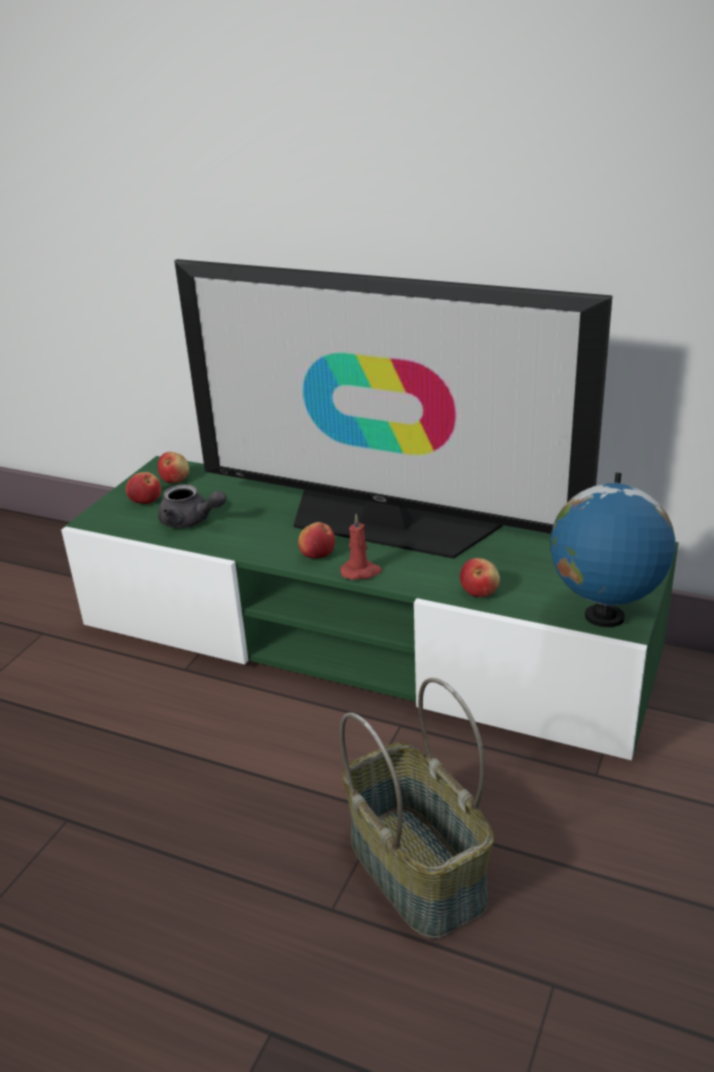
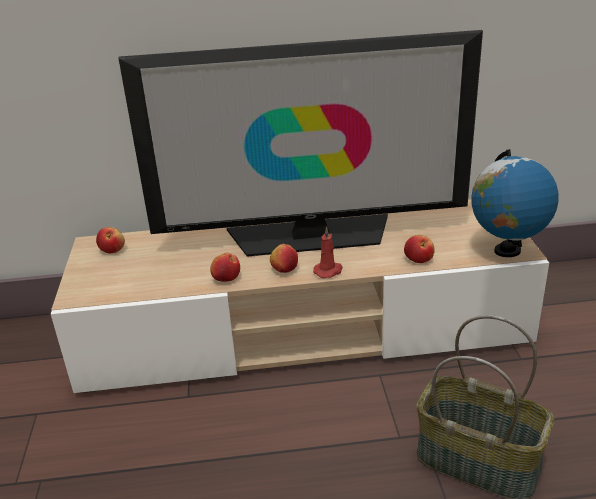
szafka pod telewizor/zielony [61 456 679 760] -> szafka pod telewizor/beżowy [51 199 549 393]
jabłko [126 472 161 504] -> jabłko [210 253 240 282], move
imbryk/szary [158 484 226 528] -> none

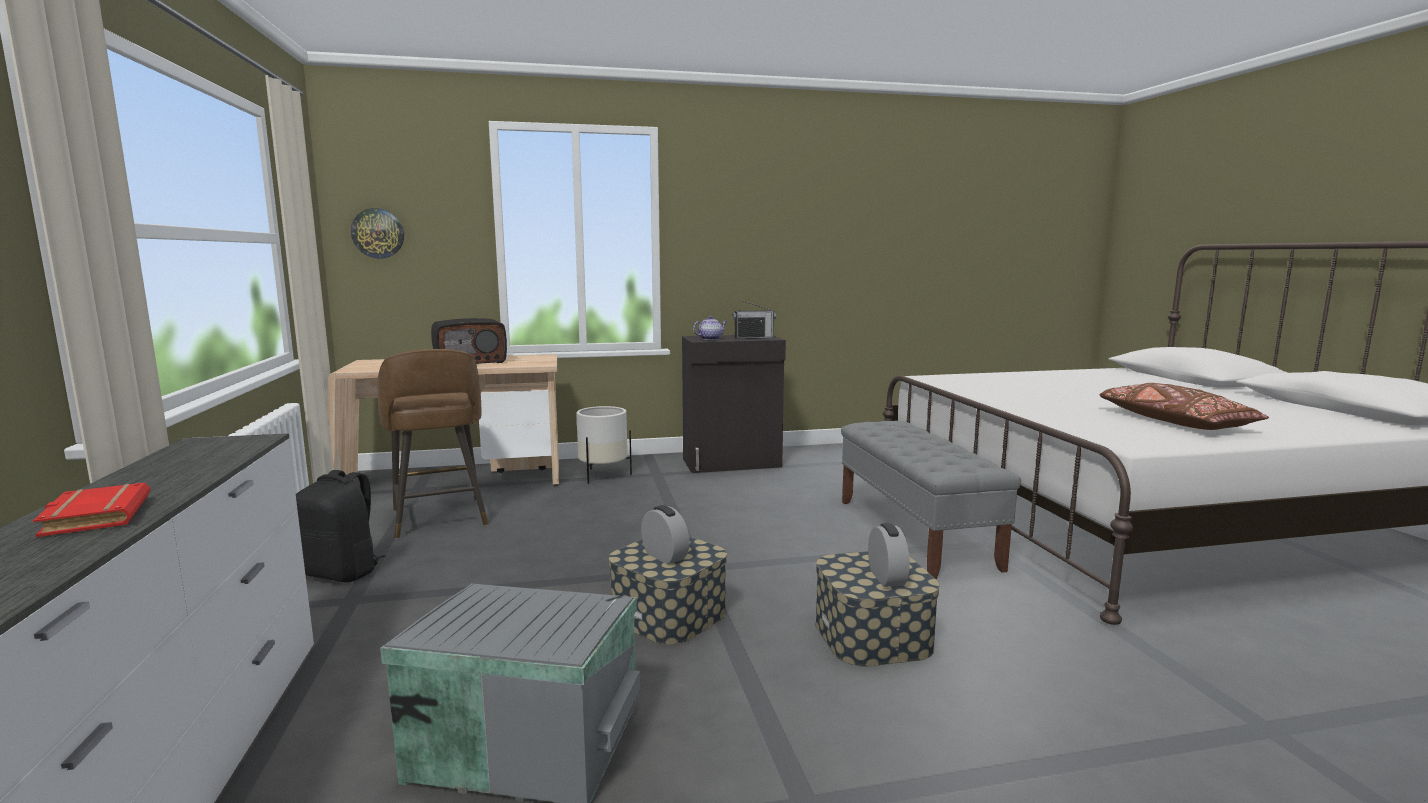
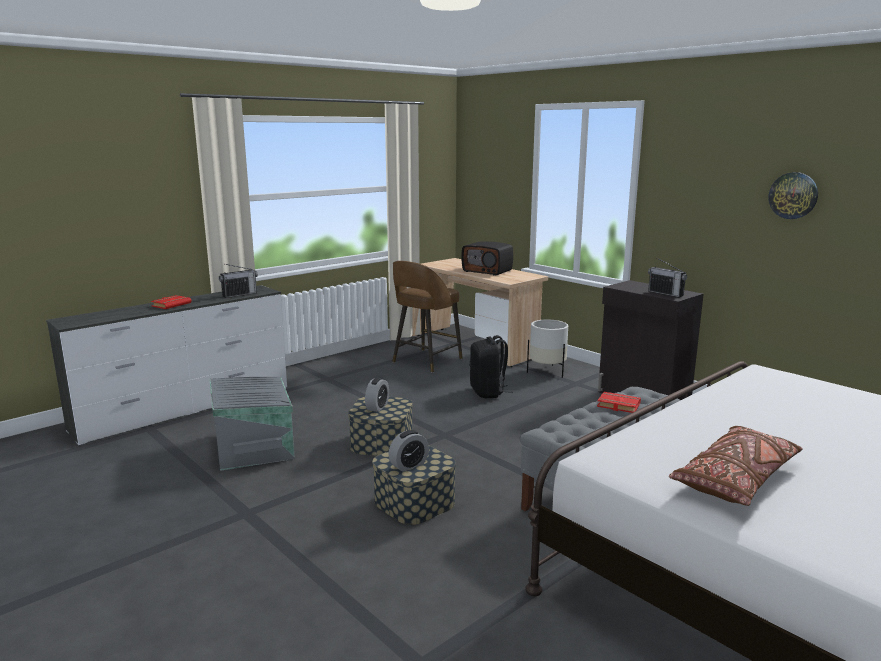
zegar ścienny [351 208 404 258] -> zegar ścienny [768 172 818 219], move
imbryk [693 316 727 340] -> none
plecak/czarny [296 470 385 582] -> plecak/czarny [470 335 513 398], move
none -> radio [219 264 258 298]
none -> książka/czerwony [597 392 641 413]

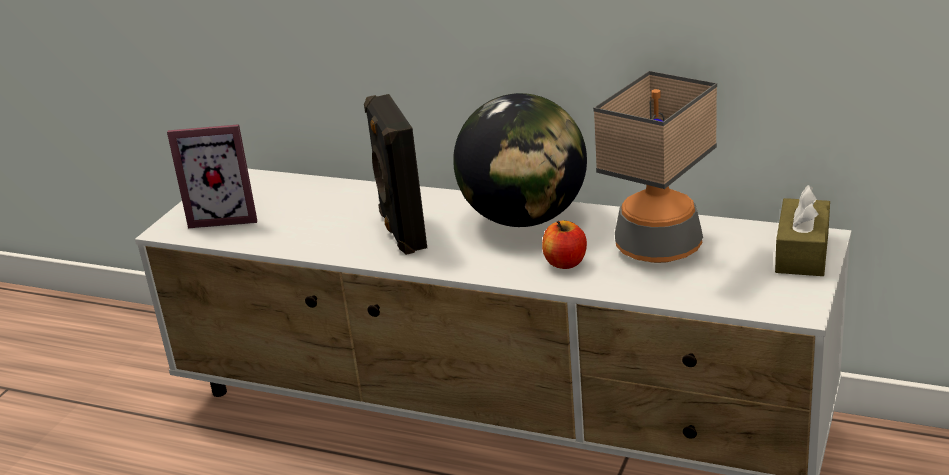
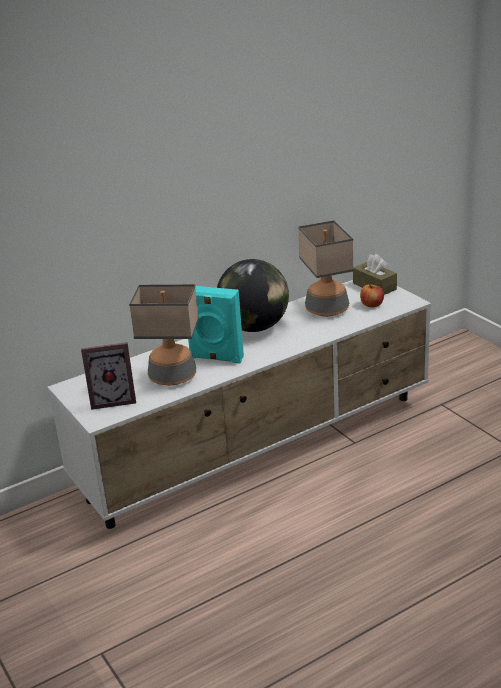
głośnik/czarny [364 94 427 255] -> głośnik/turkusowy [188 286 244 363]
ramka na zdjęcie [167 124 257 228] -> ramka na zdjęcie [81 342 136 410], 45 degrees clockwise
jabłko [542 220 587 269] -> jabłko [360 284 384 307], move
none -> lampa stołowa [129 284 199 386]

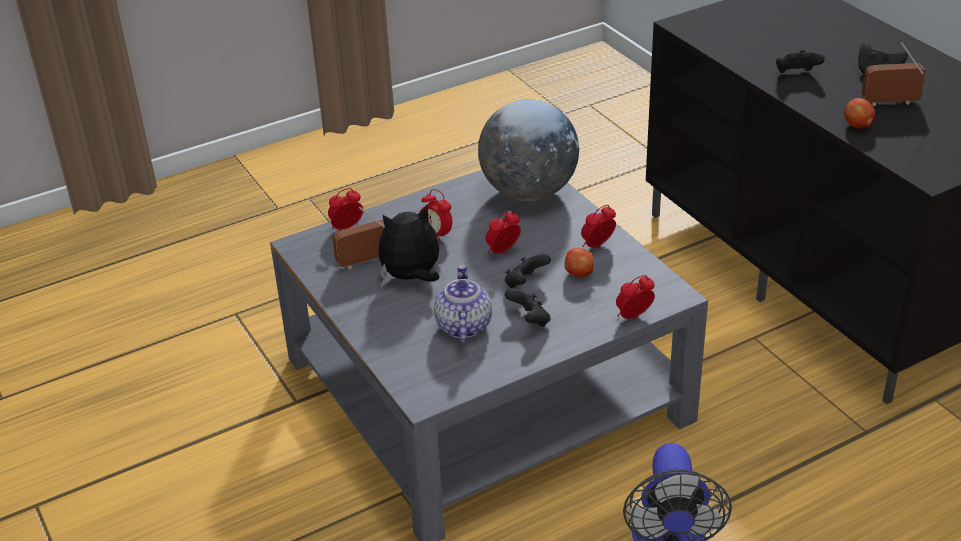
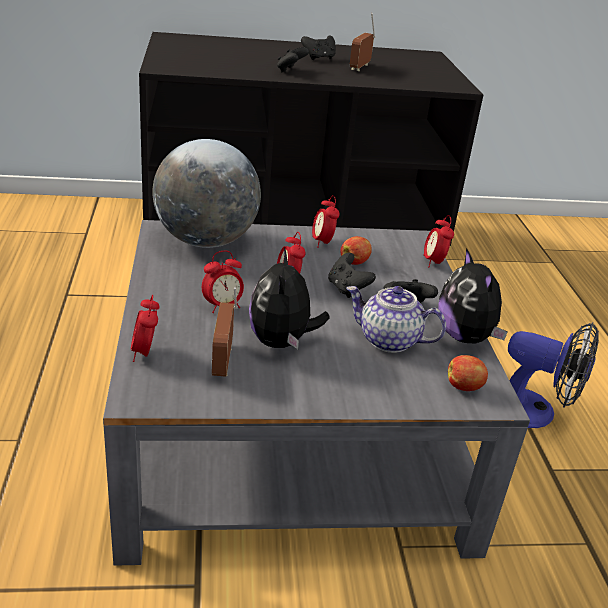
jabłko [844 98 875 129] -> jabłko [448 355 488 391], move
none -> pluszak [439 248 508 343]

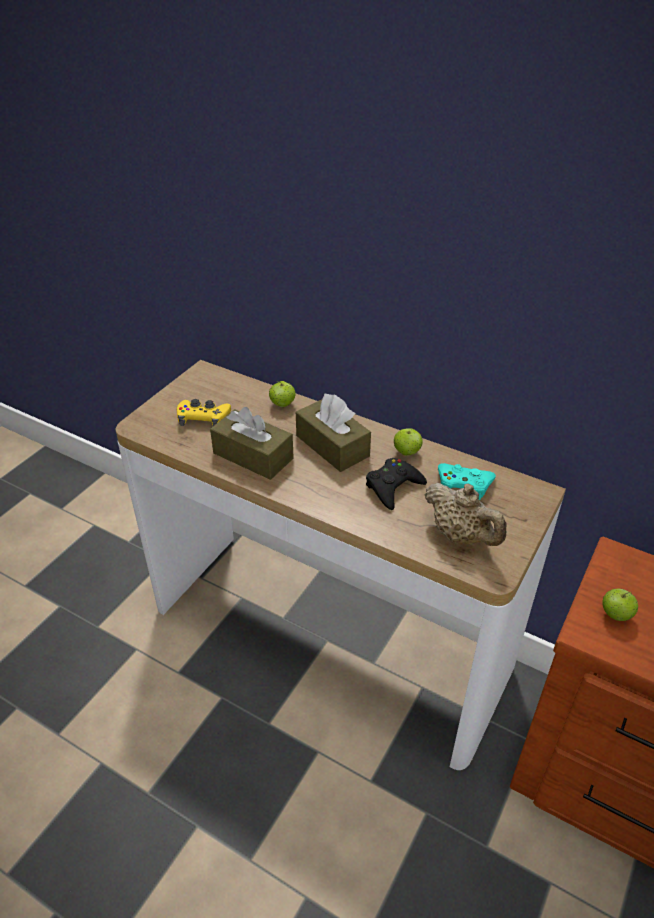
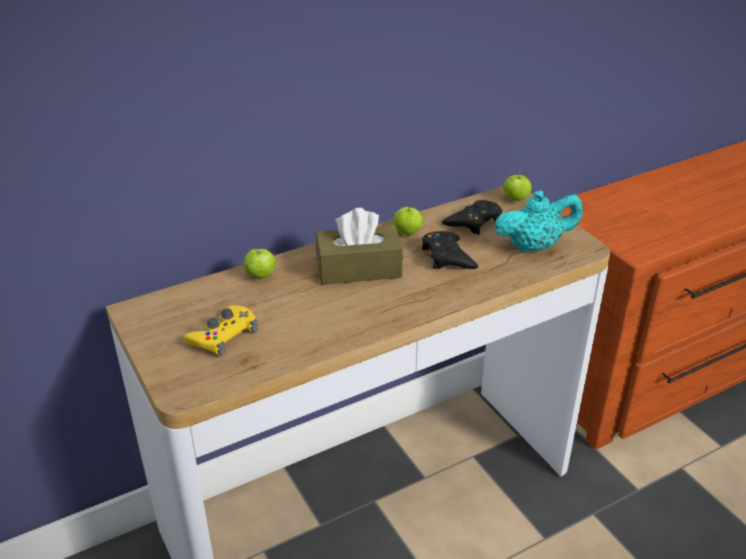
pudełko chusteczek/brązowy [210 407 294 480] -> none
pad do gier/turkusowy [438 463 496 500] -> pad do gier/czarny [442 200 502 235]
imbryk/beżowy [425 483 507 546] -> imbryk/turkusowy [494 190 583 252]
jabłko [603 589 638 621] -> jabłko [503 170 532 202], move

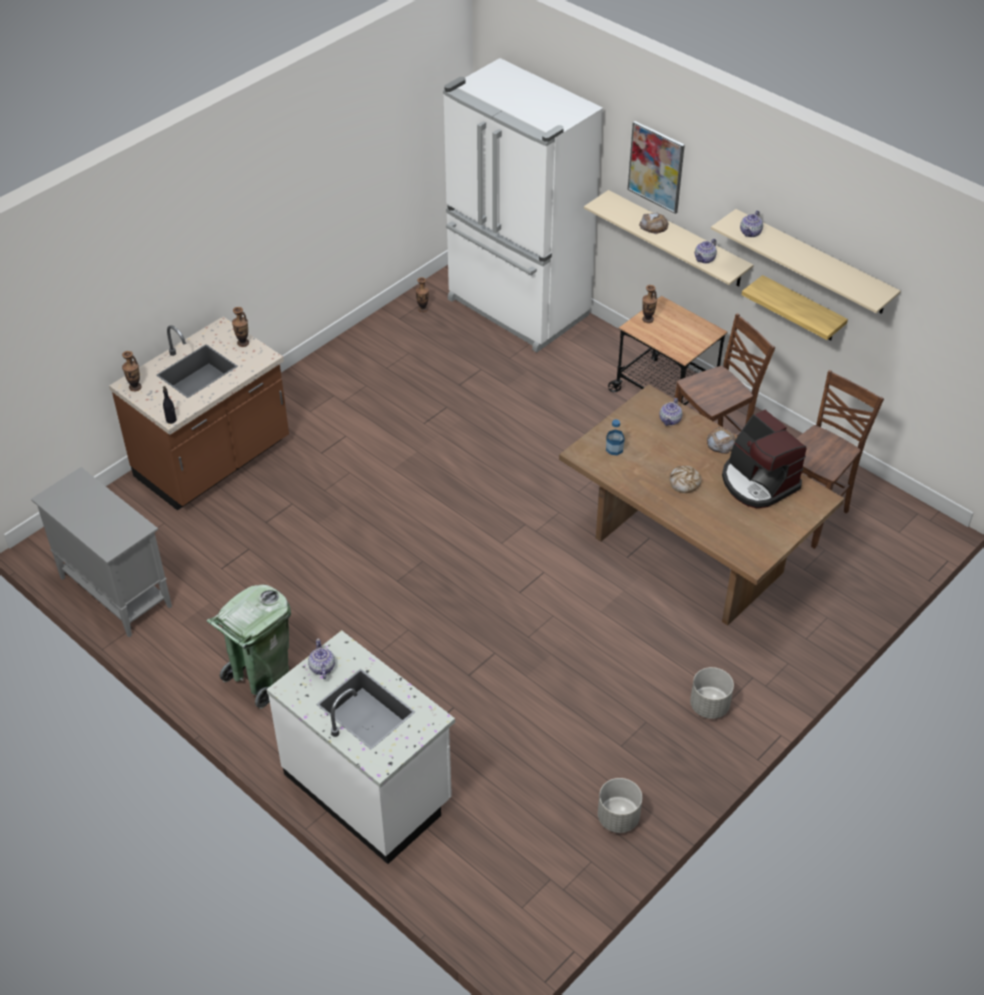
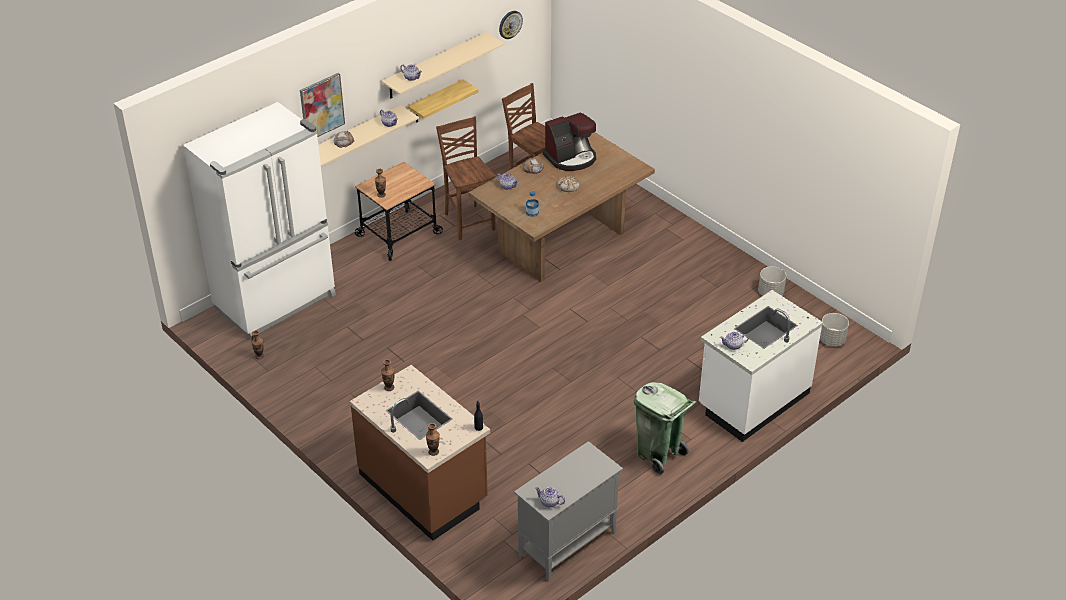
donica/szary [690 667 734 719] -> donica/szary [820 313 849 347], move
none -> zegar ścienny [499 11 523 39]
none -> imbryk [535 487 565 507]

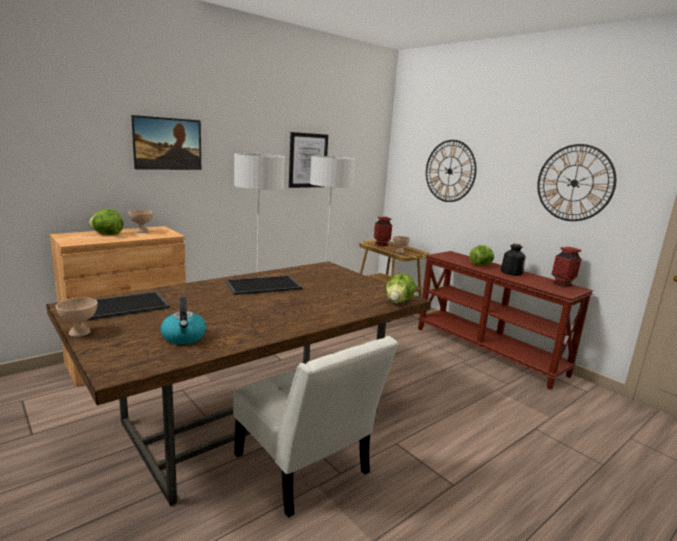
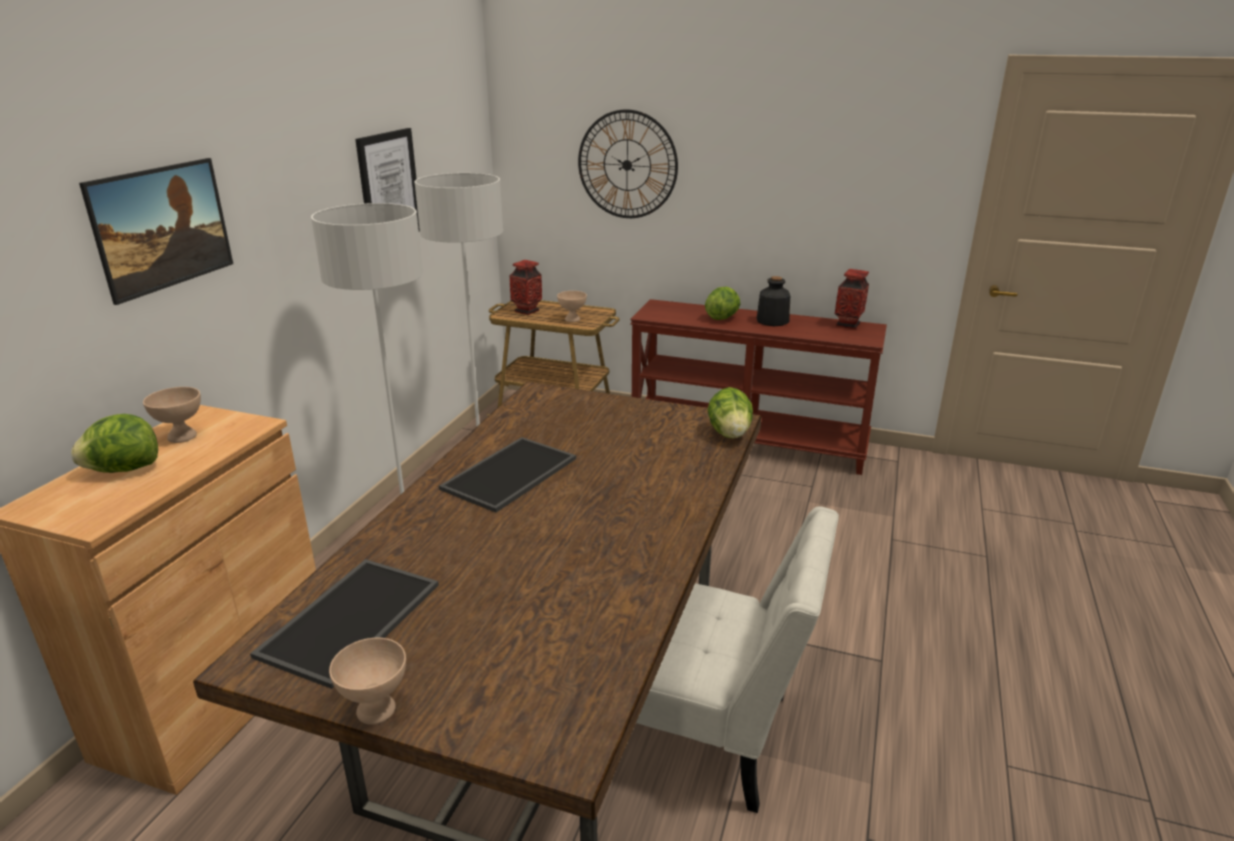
zegar ścienny [537 144 616 221] -> none
czajnik [160 297 206 344] -> none

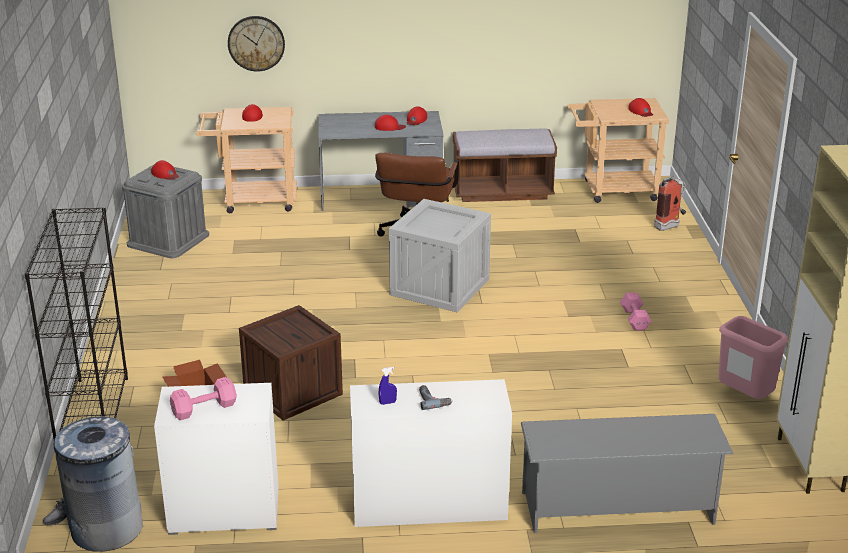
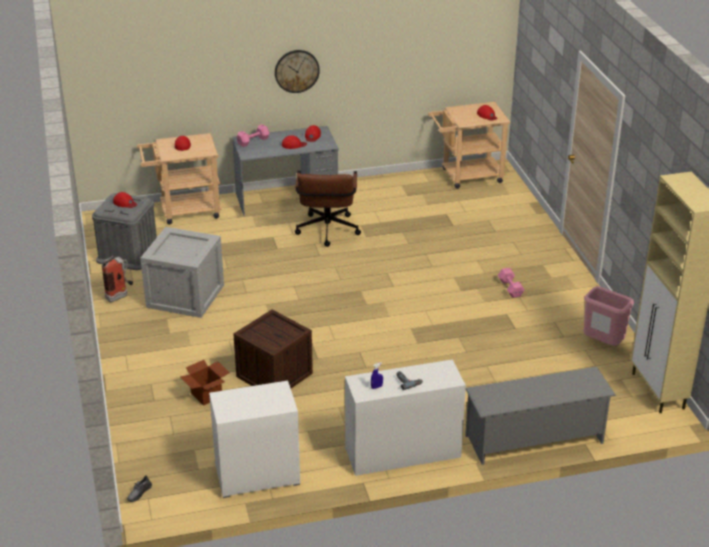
zegar ścienny [228 16 285 72] -> zegar ścienny [275 50 320 93], move
ławka/brązowy [453 128 557 202] -> none
gaśnica [654 175 686 231] -> gaśnica [102 256 133 302], move
skrzynka [389 199 491 312] -> skrzynka [140 227 224 318], move
regał/czarny [25 207 128 439] -> none
hantel/różowy [170 377 237 420] -> hantel/różowy [236 124 270 147], move
kosz na śmieci/szary [54 416 143 552] -> none

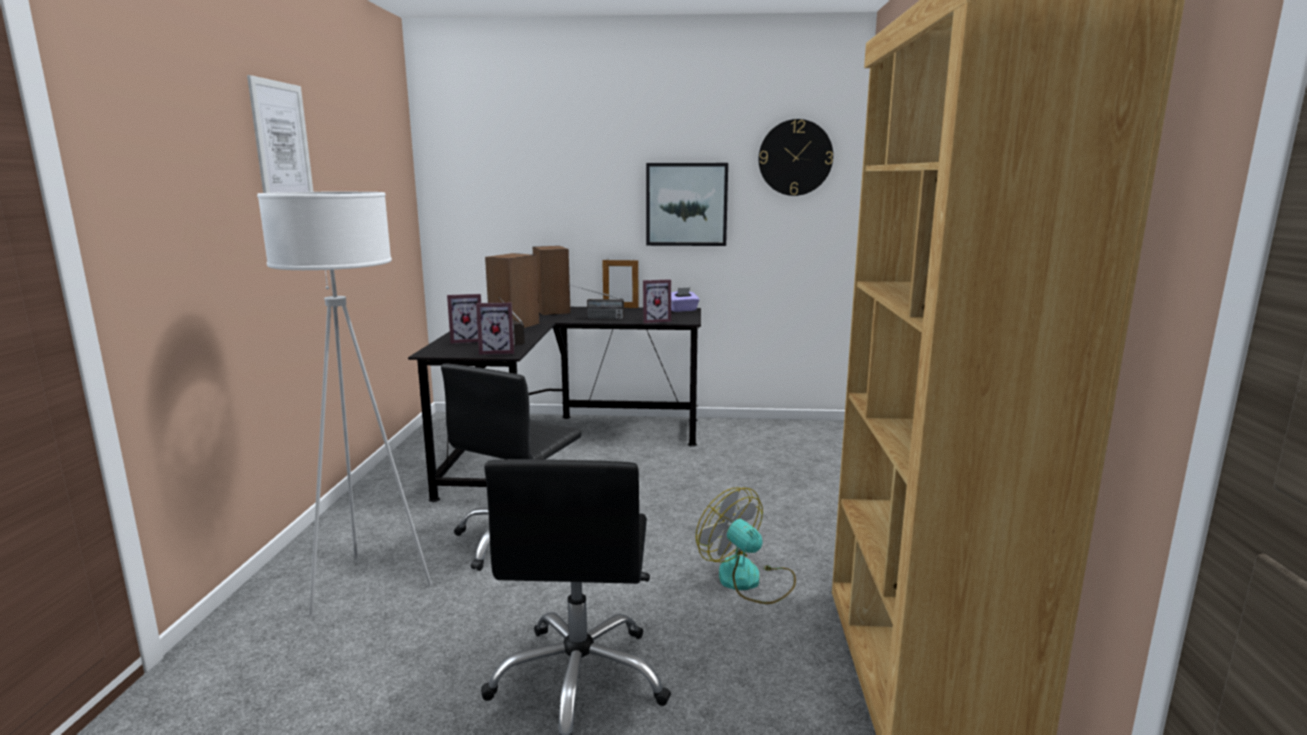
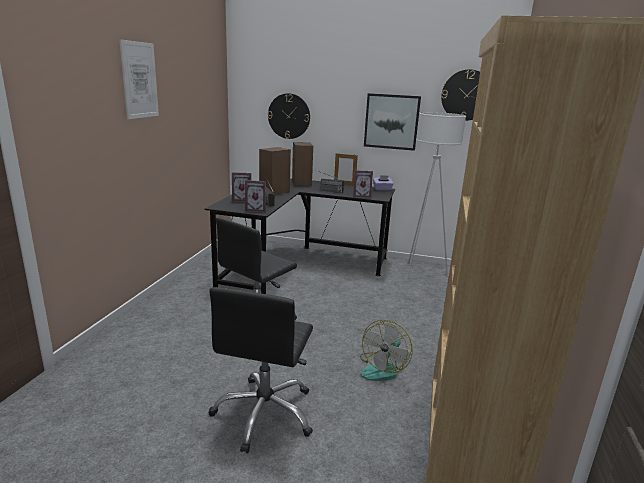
lampa stojąca/biały [257 192 432 616] -> lampa stojąca/biały [407 112 466 279], move
wentylator [695 487 796 604] -> wentylator [360 320 413 381], 120 degrees counterclockwise
none -> zegar ścienny [268 93 310 139]

